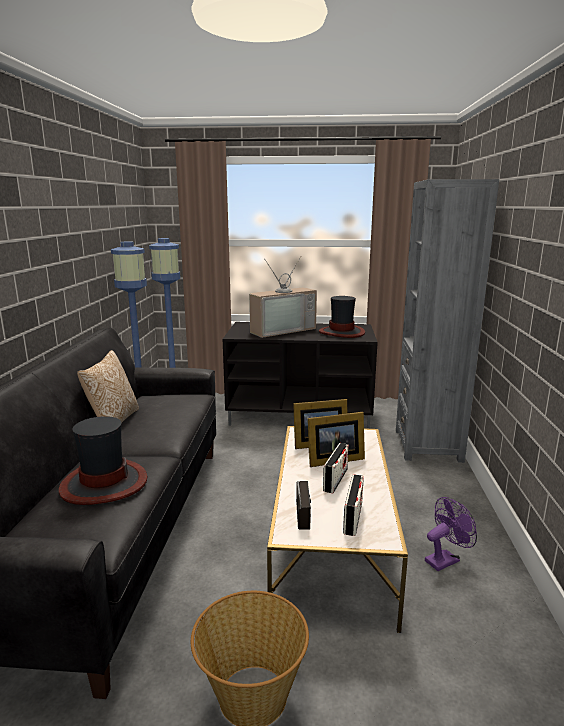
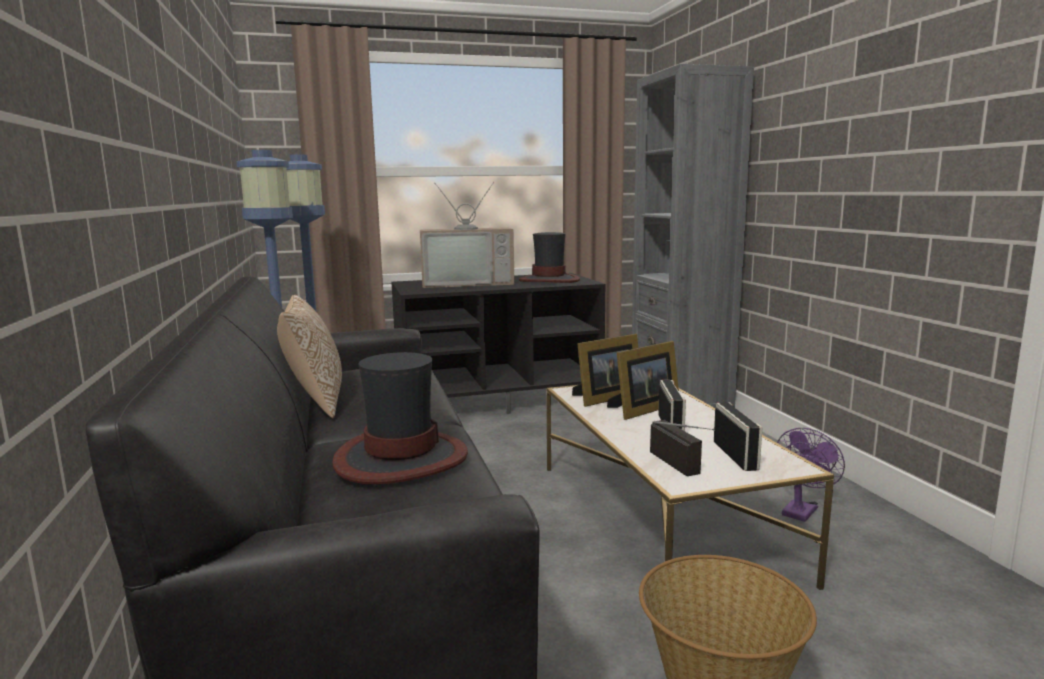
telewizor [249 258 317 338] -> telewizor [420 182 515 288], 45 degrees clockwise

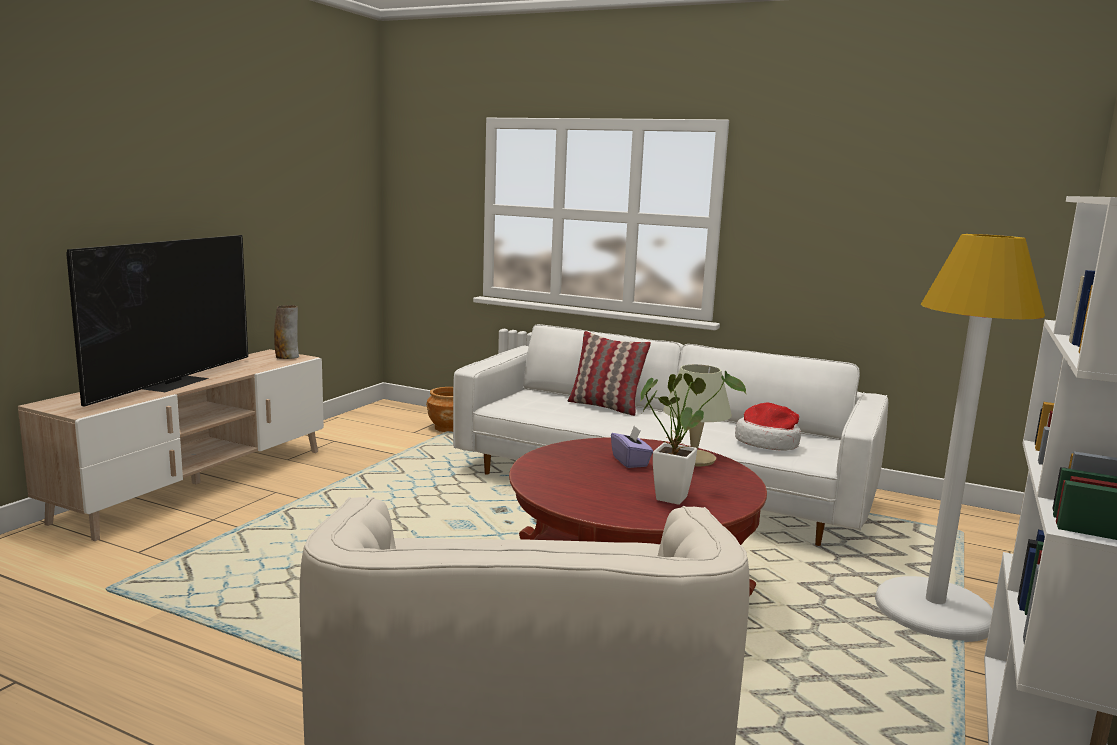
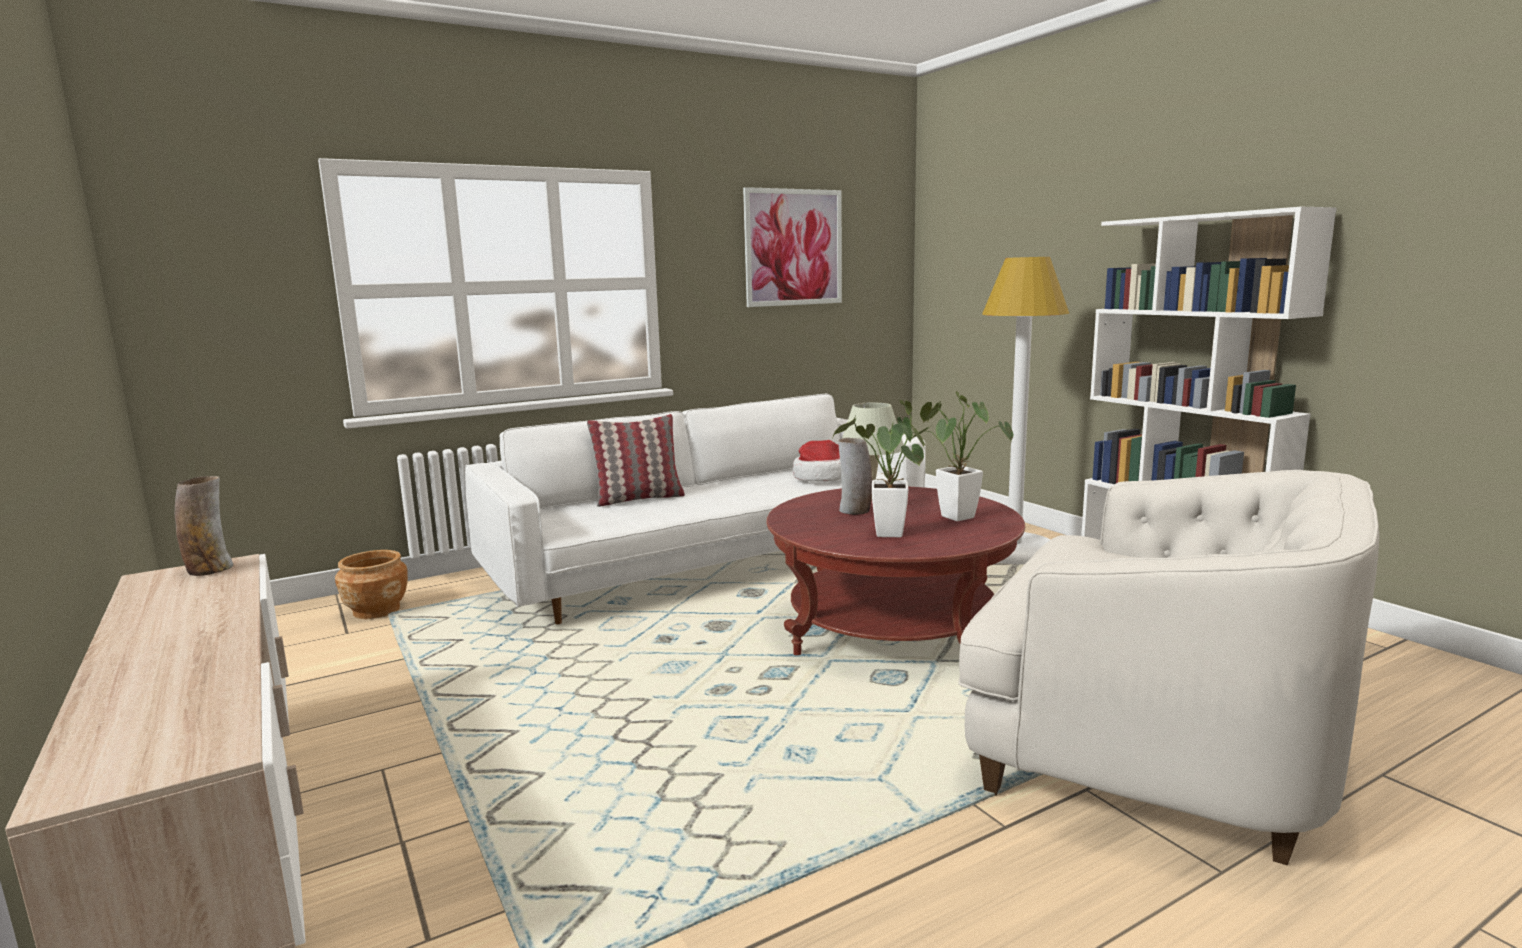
telewizor [66 235 248 407] -> none
pudełko chusteczek/fioletowy [611 426 653 468] -> wazon [838 438 872 515]
none -> obraz [743 187 842 307]
none -> roślina doniczkowa [833 400 925 537]

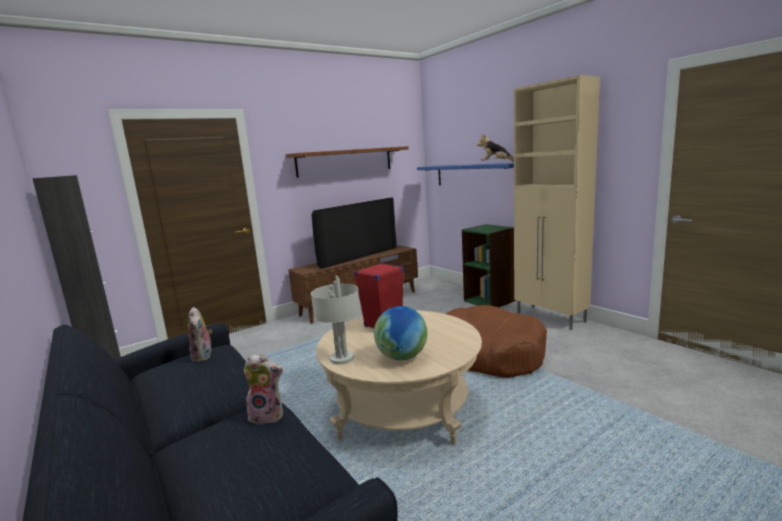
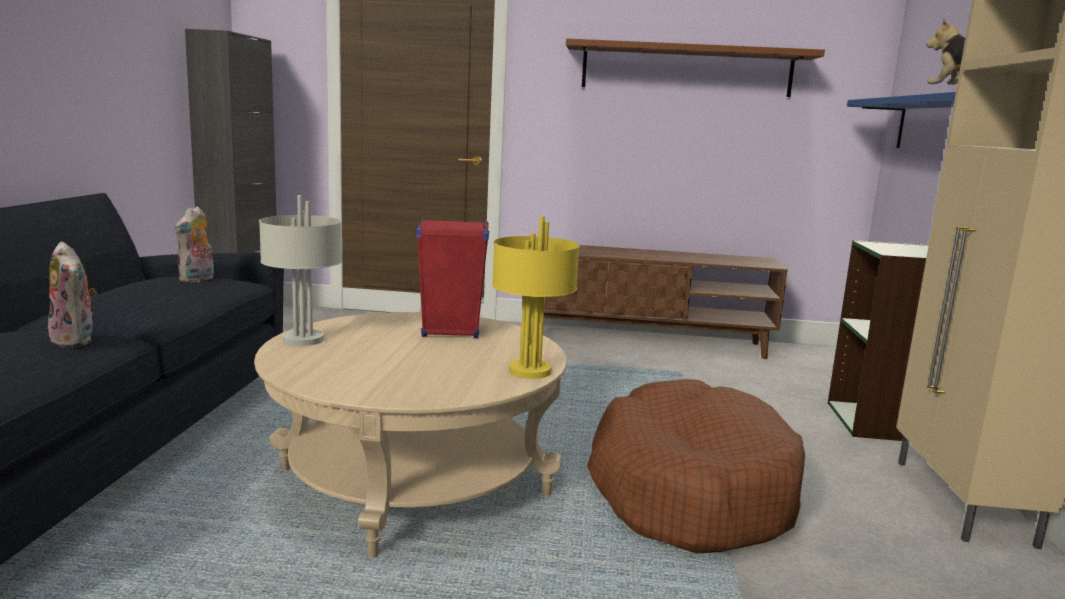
telewizor [312 197 397 269] -> none
globus [374 306 427 360] -> none
none -> lampa stołowa/żółty [492 216 580 379]

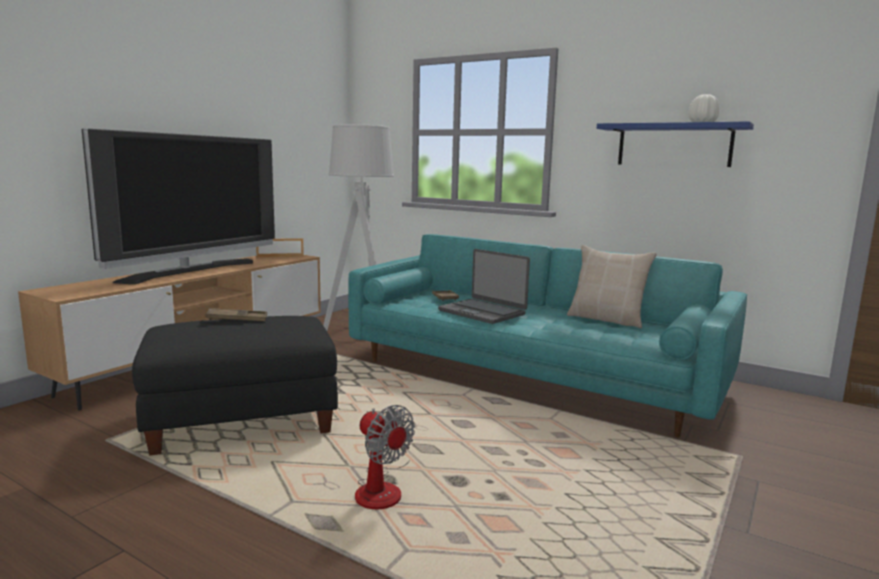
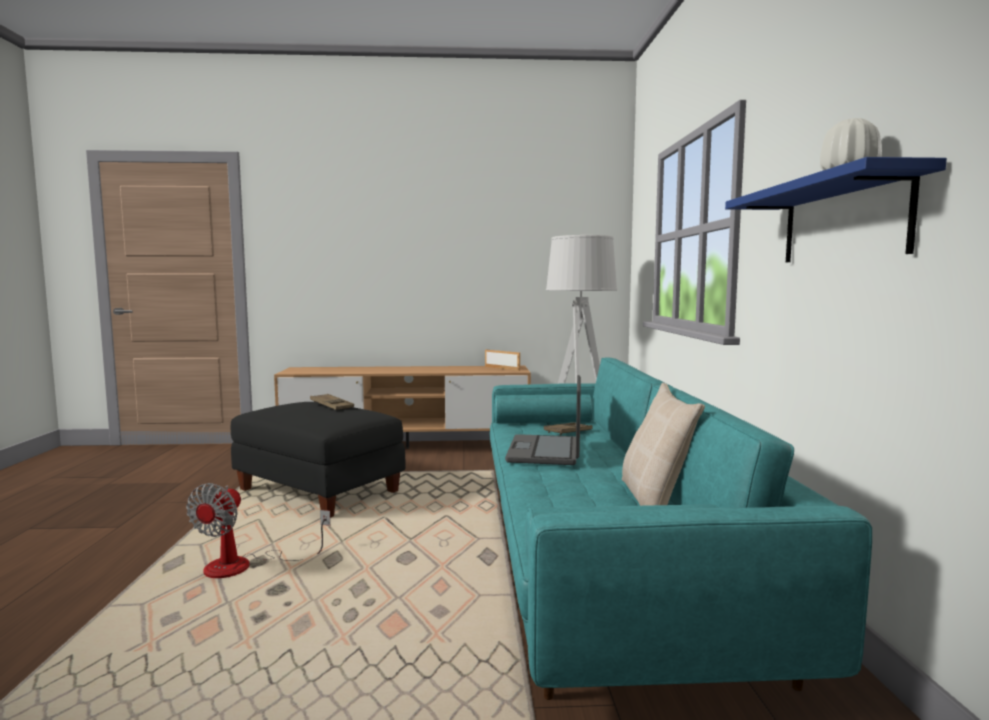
telewizor [82 129 275 284] -> none

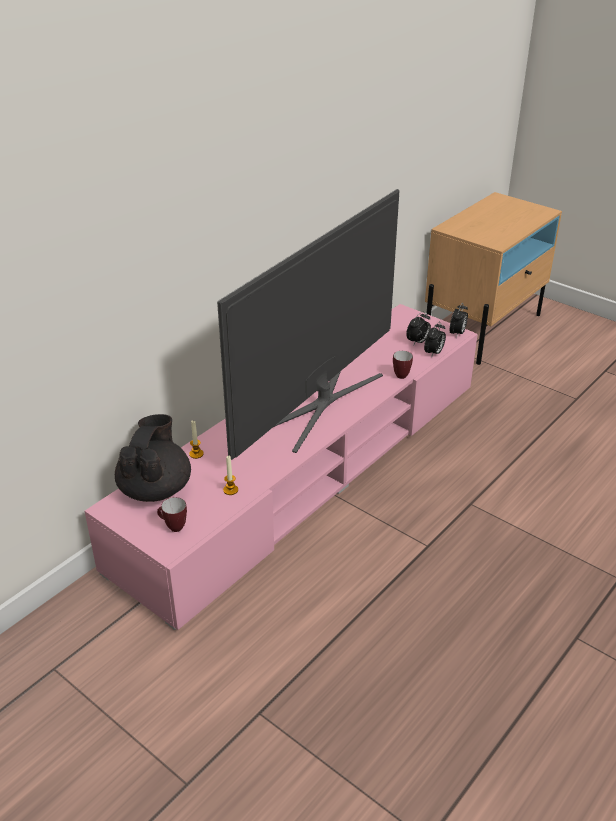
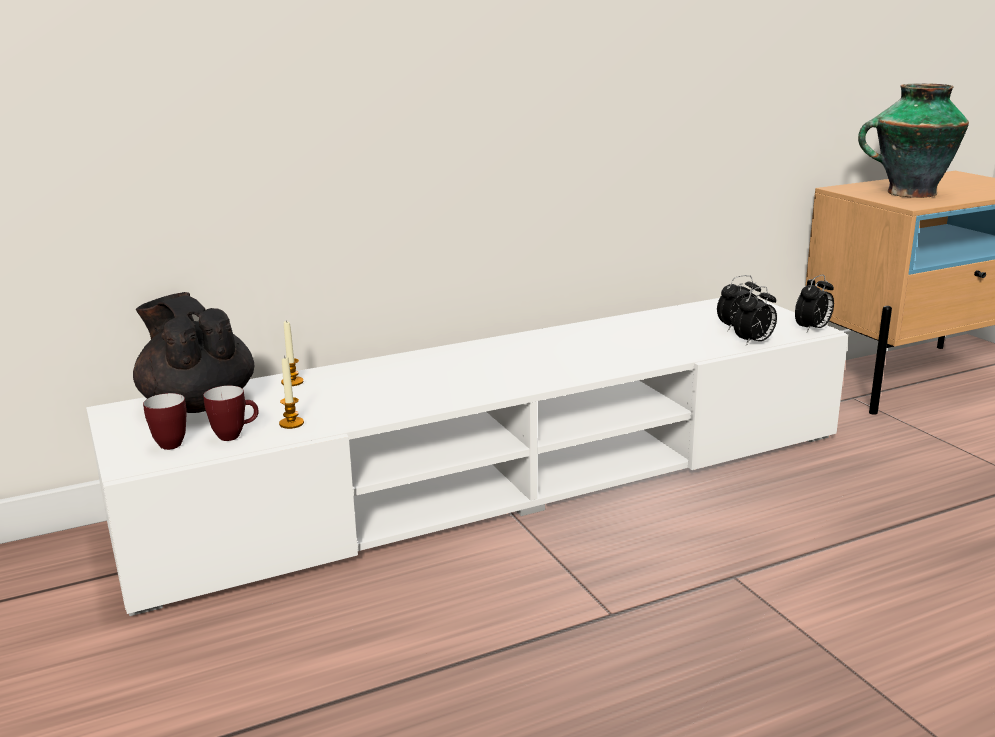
telewizor [217 189 399 460] -> none
szafka pod telewizor/różowy [85 304 478 630] -> szafka pod telewizor/biały [86 298 848 616]
kubek [393 351 413 379] -> kubek [203 386 259 441], move
imbryk/czarny [115 414 191 502] -> imbryk/czarny [133 292 254 413], 75 degrees counterclockwise
none -> wazon [858 83 969 198]

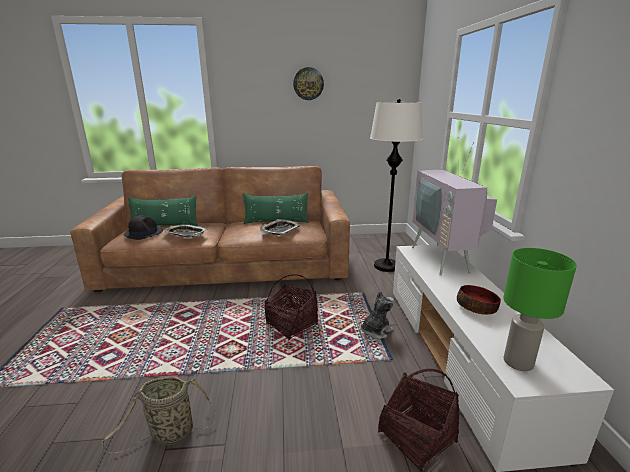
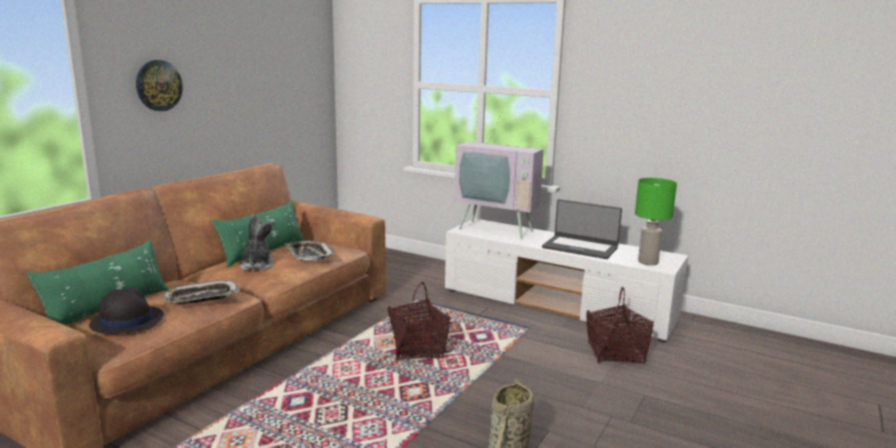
zegar ścienny [293 67 324 100] -> zegar ścienny [136 60 183 111], move
lampa stojąca/biały [370 99 423 272] -> none
miska [457 285 501 315] -> laptop [542 199 622 259]
pluszak [361 291 394 339] -> pluszak [240 214 274 270], move

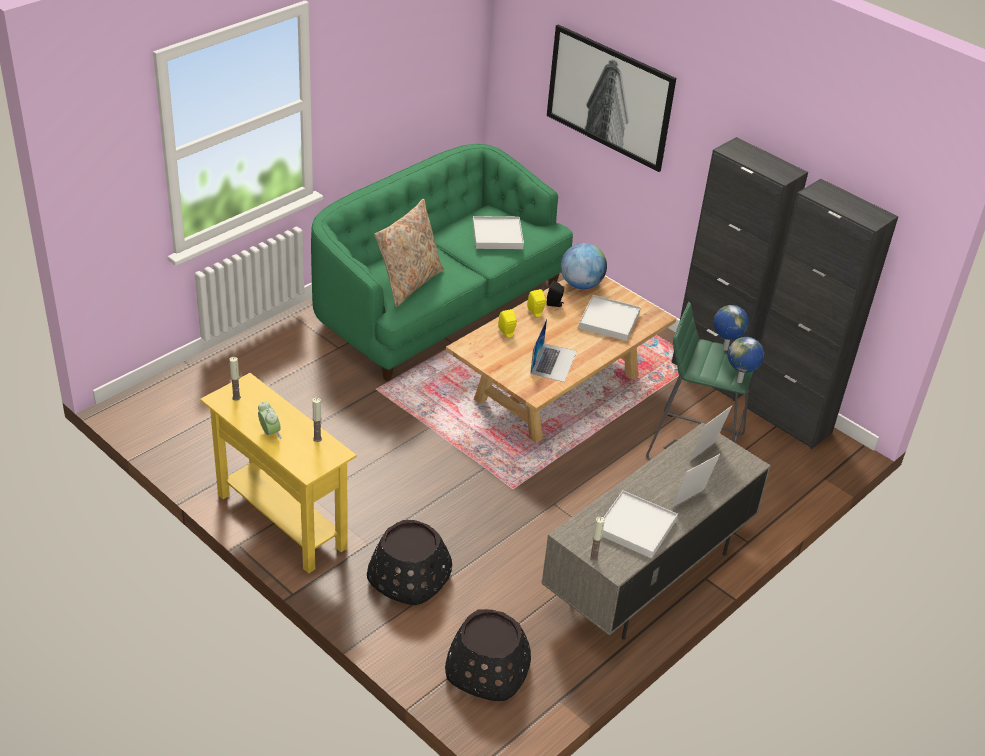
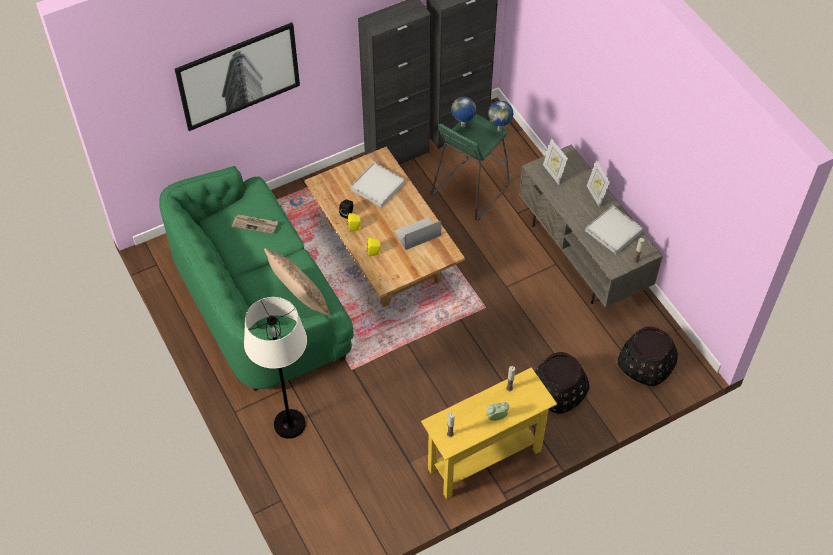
taca/biały [473 216 524 249] -> gazeta [232 214 278 234]
globus [561 243 607 289] -> none
laptop [530 318 577 382] -> laptop [394 217 441 250], 60 degrees counterclockwise
none -> lampa stojąca/biały [244 297 307 439]

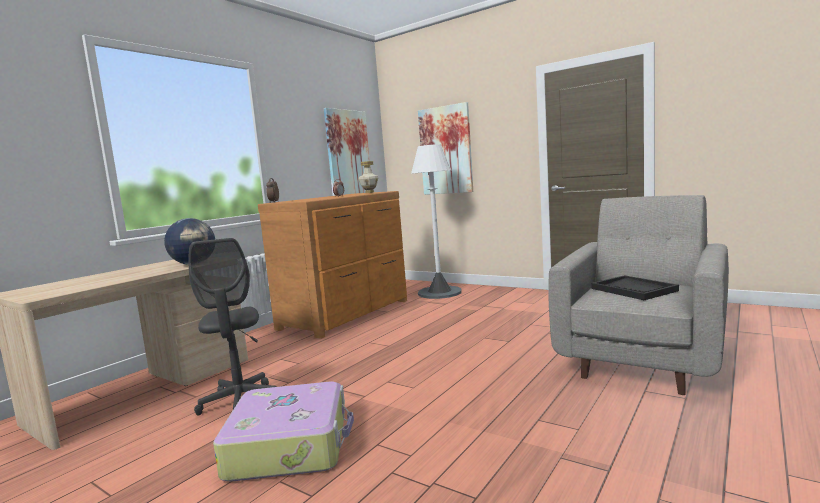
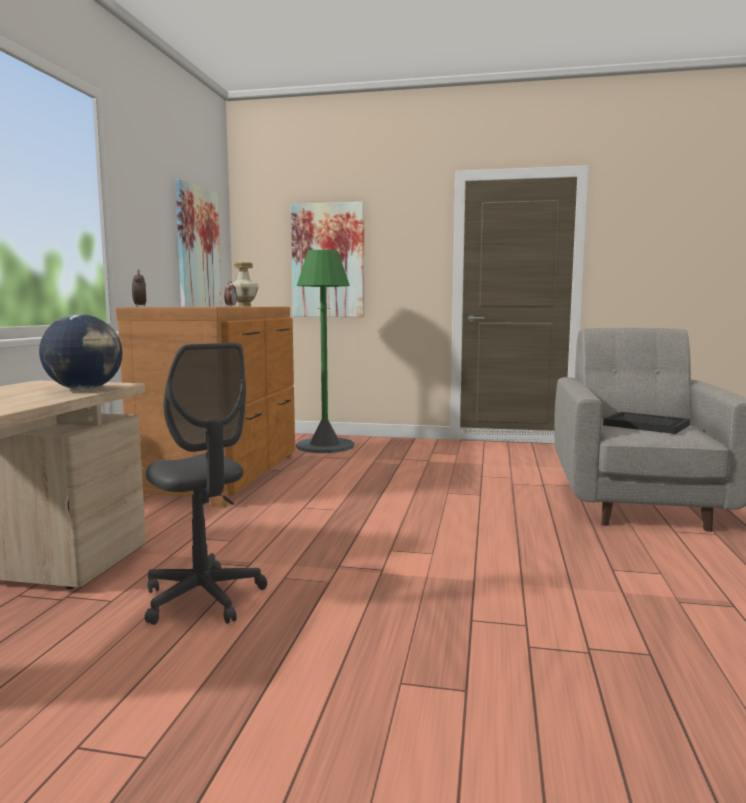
lampa stojąca/biały [411 144 462 299] -> lampa stojąca/zielony [296 250 354 453]
walizka [213 382 354 481] -> none

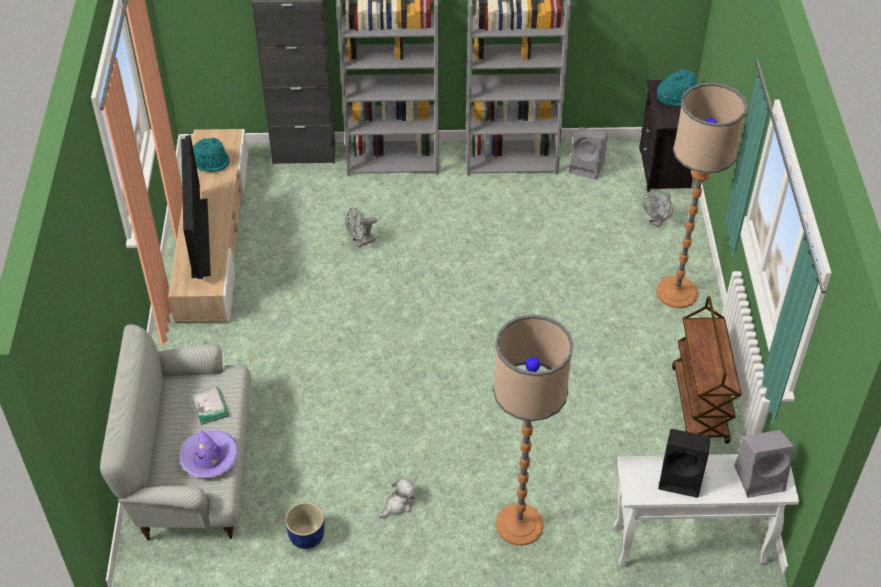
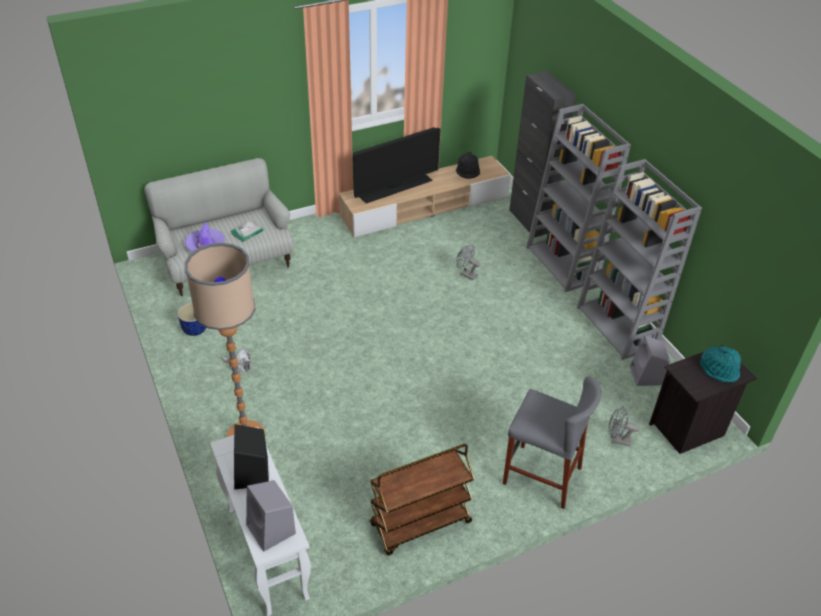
lampa stojąca [656 82 748 308] -> stołek/szary [503 377 602 509]
kapelusz/turkusowy [193 138 230 172] -> kapelusz/czarny [456 152 480 179]

